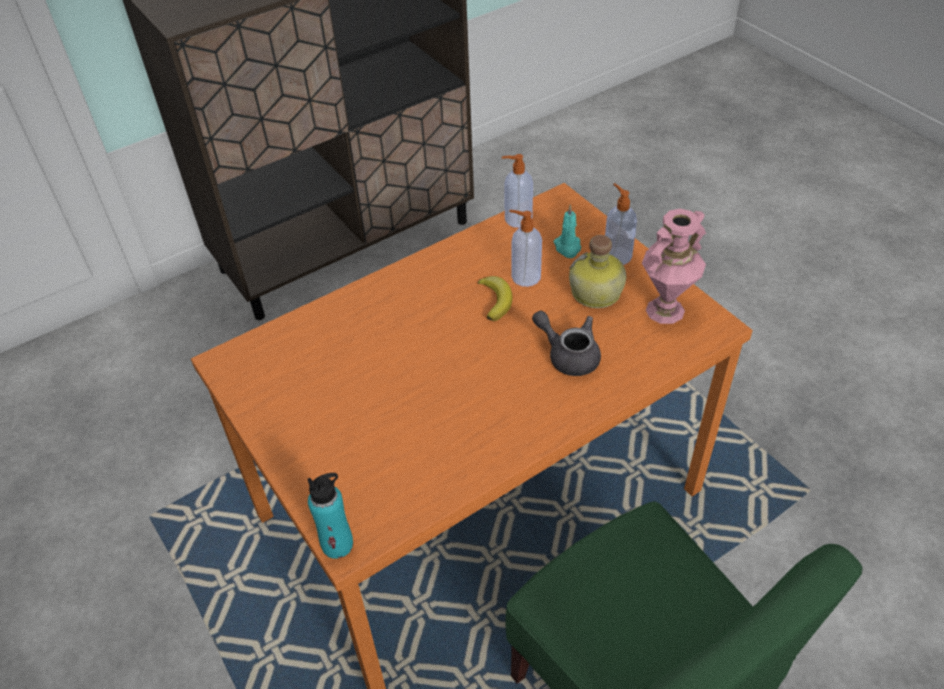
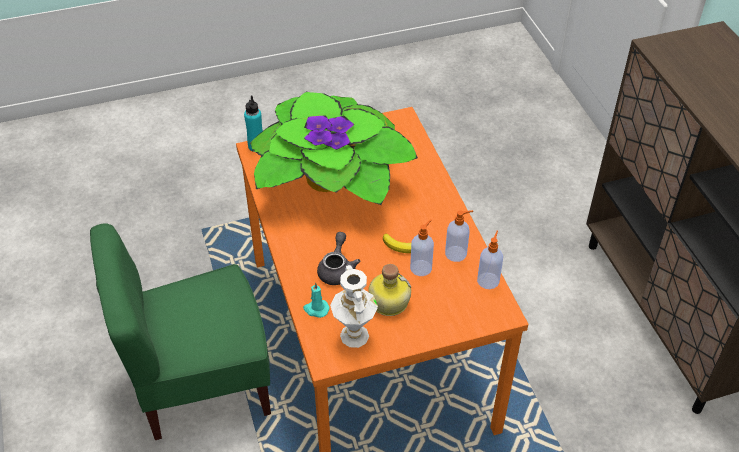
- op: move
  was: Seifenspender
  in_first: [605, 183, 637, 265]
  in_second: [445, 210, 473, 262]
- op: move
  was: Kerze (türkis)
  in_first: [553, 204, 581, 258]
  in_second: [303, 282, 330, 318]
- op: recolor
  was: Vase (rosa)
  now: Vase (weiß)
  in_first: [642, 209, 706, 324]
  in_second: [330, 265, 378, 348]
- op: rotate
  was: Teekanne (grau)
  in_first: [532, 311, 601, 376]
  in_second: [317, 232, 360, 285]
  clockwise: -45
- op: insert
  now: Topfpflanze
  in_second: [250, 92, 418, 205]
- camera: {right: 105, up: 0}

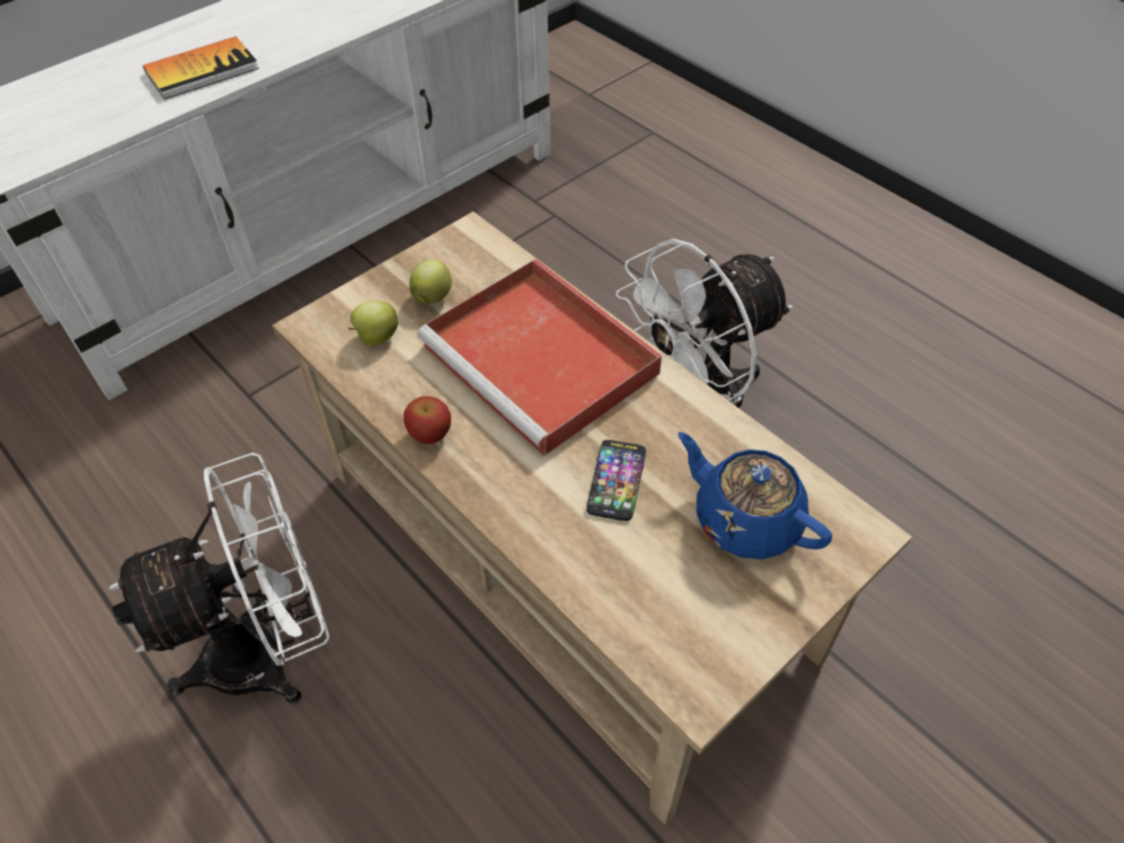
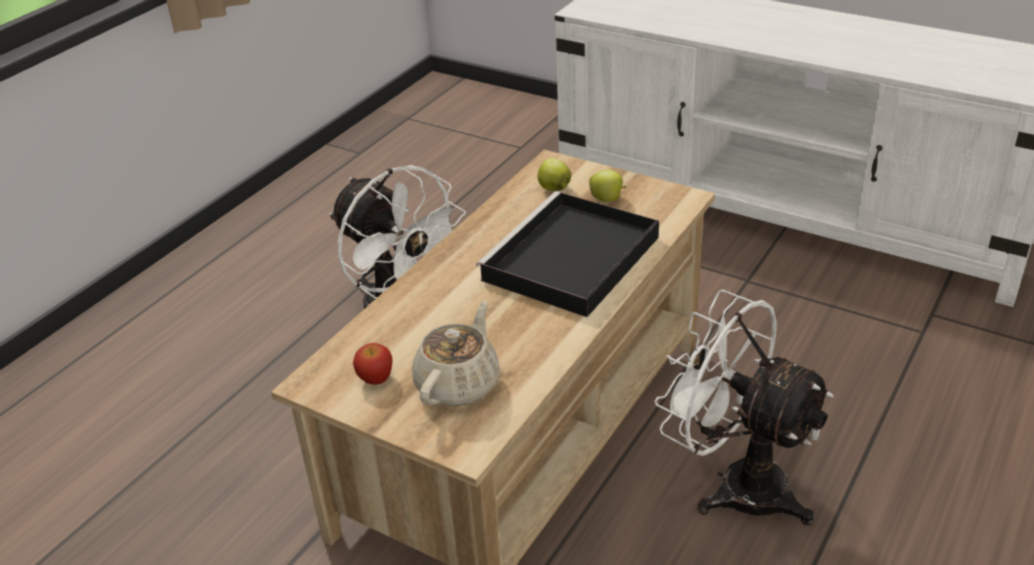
- op: delete
  was: Buch
  in_first: [143, 36, 259, 100]
- op: recolor
  was: Tablett (rot)
  now: Tablett (schwarz)
  in_first: [417, 259, 662, 456]
  in_second: [476, 191, 659, 317]
- op: move
  was: Apfel
  in_first: [404, 396, 451, 444]
  in_second: [353, 343, 393, 385]
- op: recolor
  was: Teekanne (blau)
  now: Teekanne (beige)
  in_first: [678, 432, 832, 559]
  in_second: [412, 300, 500, 406]
- op: delete
  was: Handy
  in_first: [586, 440, 646, 521]
- camera: {right: 75, up: -15}

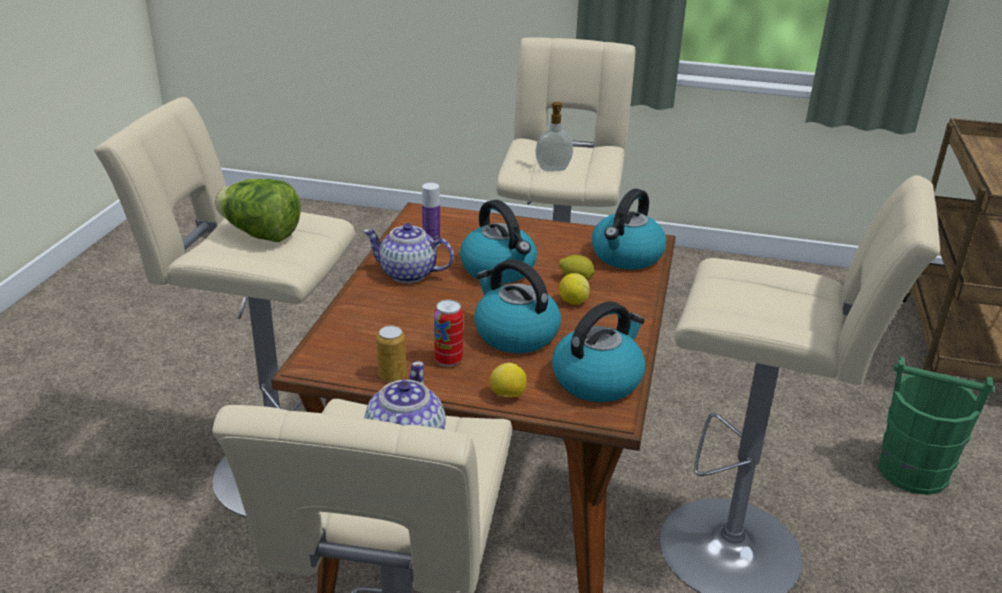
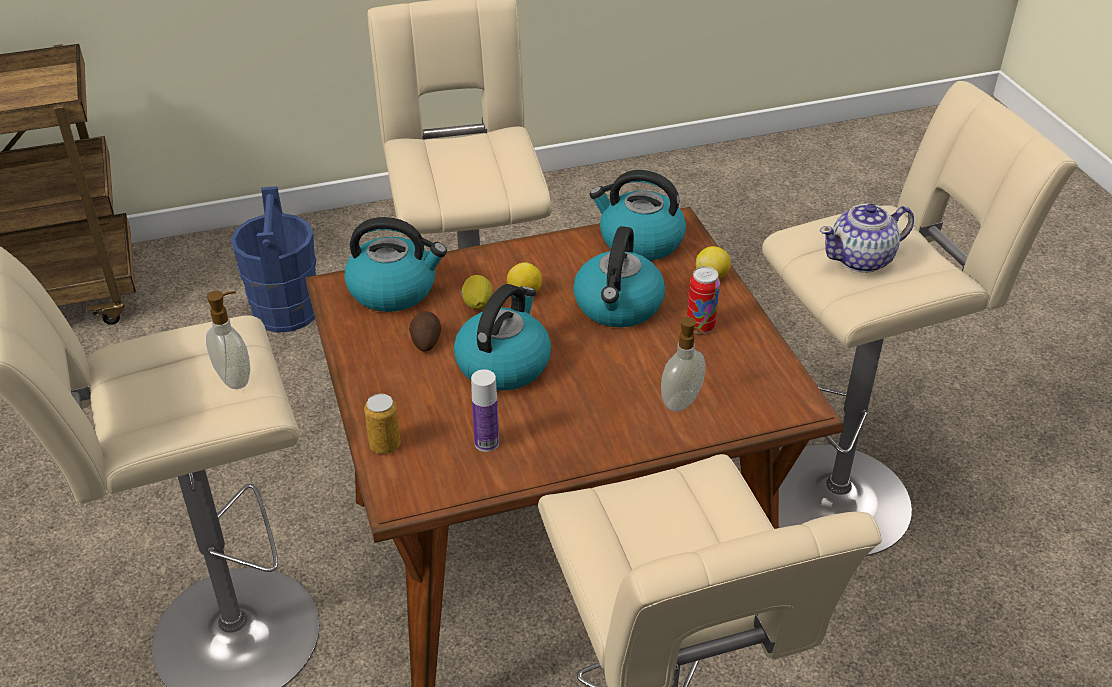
- op: delete
  was: Salatkopf
  in_first: [215, 179, 301, 242]
- op: delete
  was: Teekanne
  in_first: [363, 223, 454, 283]
- op: move
  was: Dose
  in_first: [376, 326, 406, 382]
  in_second: [364, 394, 401, 454]
- op: recolor
  was: Eimer (grün)
  now: Eimer (blau)
  in_first: [878, 356, 994, 495]
  in_second: [230, 186, 316, 333]
- op: insert
  now: Kartoffel
  in_second: [409, 311, 441, 352]
- op: insert
  now: Seifenspender
  in_second: [661, 317, 706, 412]
- camera: {right: -120, up: 10}

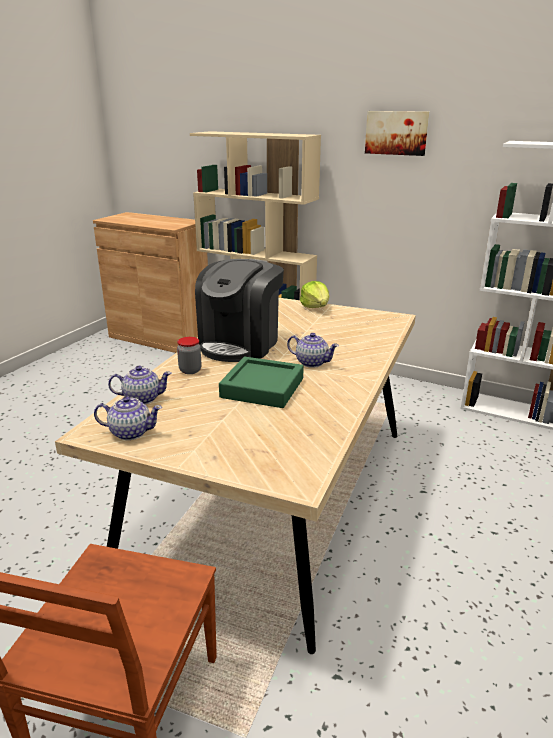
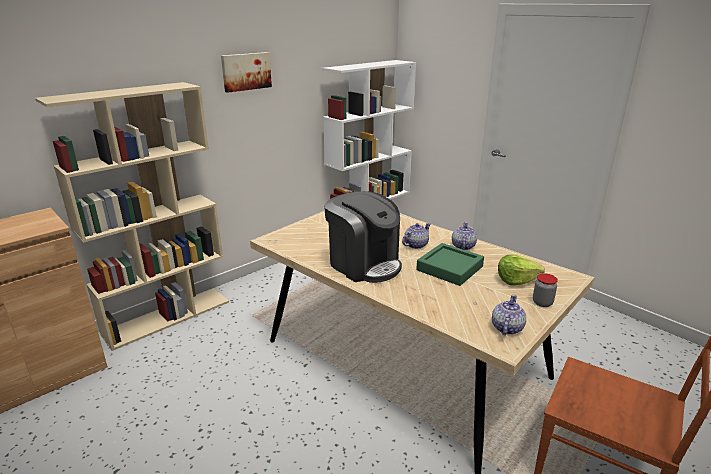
- op: move
  was: Salatkopf
  in_first: [300, 281, 329, 308]
  in_second: [498, 255, 545, 286]
- op: move
  was: Vorratsglas
  in_first: [177, 337, 202, 374]
  in_second: [533, 273, 558, 307]
- op: move
  was: Teekanne
  in_first: [108, 366, 172, 404]
  in_second: [452, 222, 477, 250]
- camera: {right: -70, up: 0}

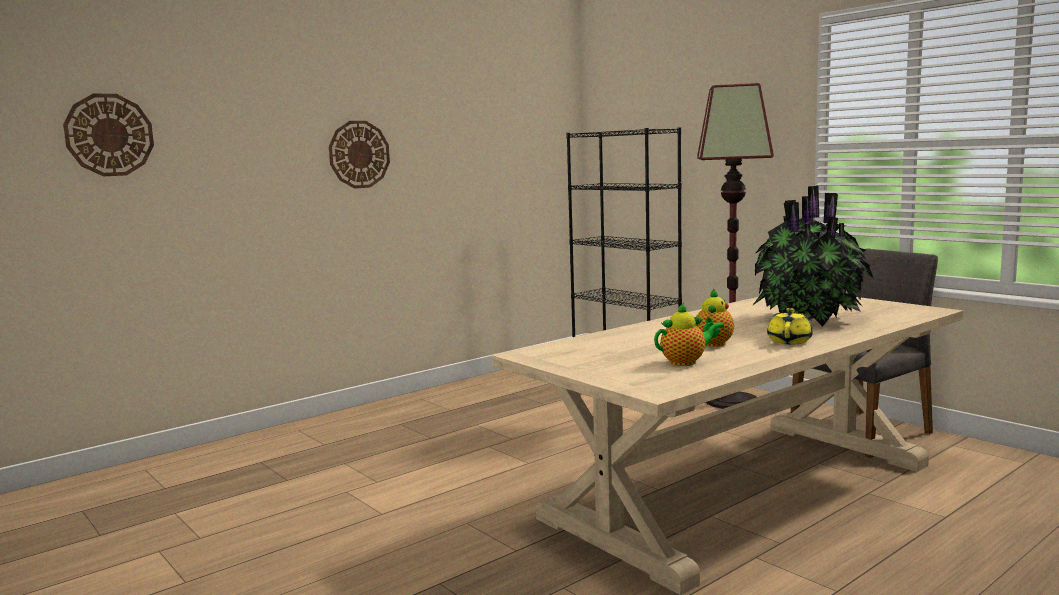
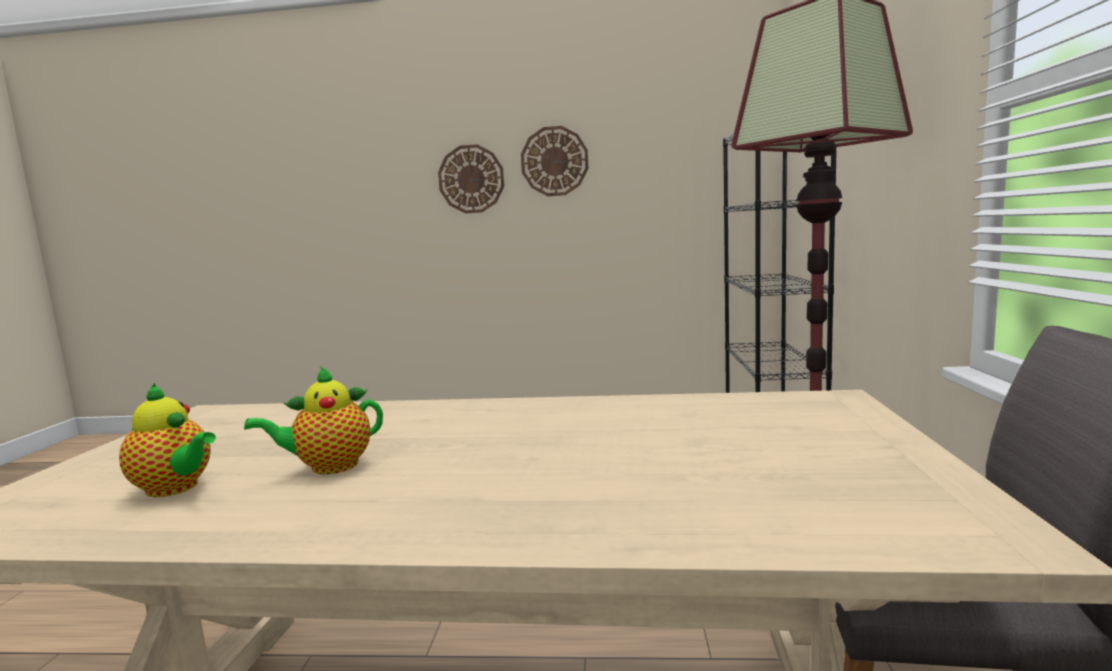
- op: move
  was: Wanduhr
  in_first: [63, 94, 154, 176]
  in_second: [521, 126, 589, 196]
- op: delete
  was: Topfpflanze
  in_first: [752, 186, 873, 327]
- op: delete
  was: Teekanne (gelb)
  in_first: [767, 308, 813, 345]
- camera: {right: 45, up: 0}

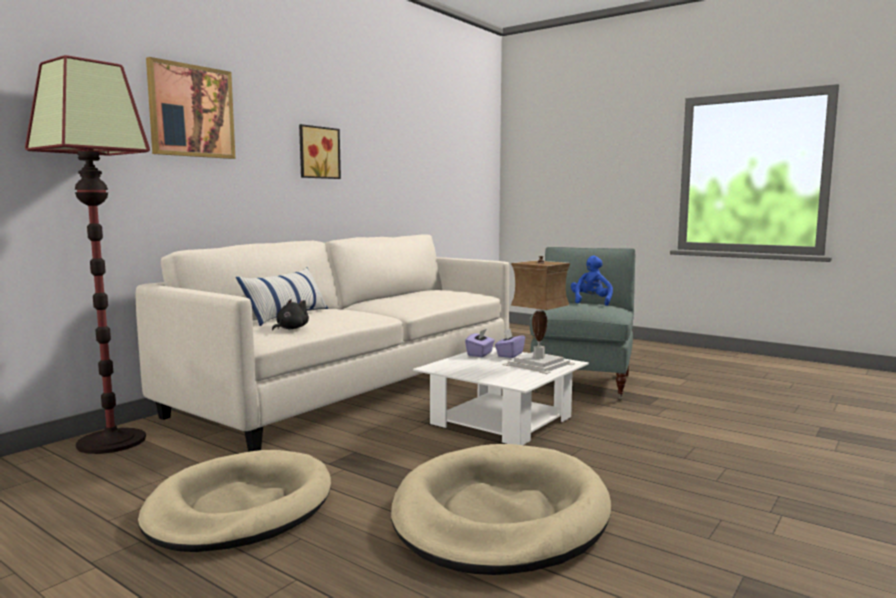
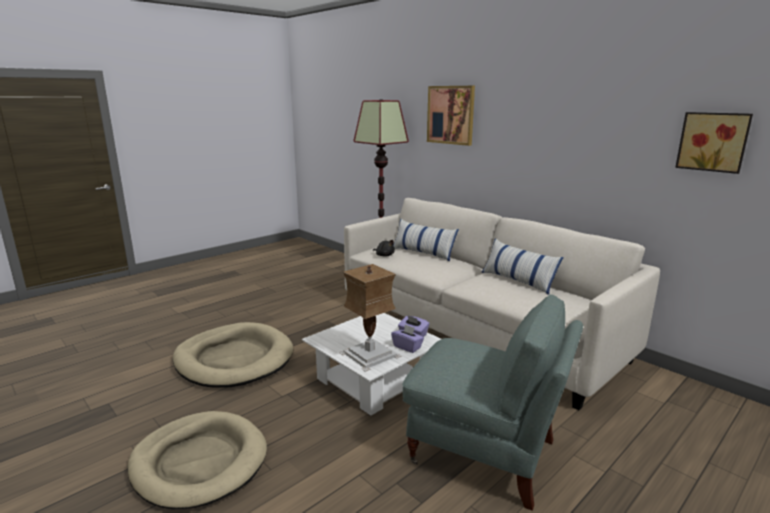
- op: move
  was: Bild
  in_first: [299, 124, 341, 179]
  in_second: [675, 112, 753, 174]
- op: delete
  was: Plüschtier (blau)
  in_first: [571, 256, 613, 306]
- op: move
  was: Hundebett (beige)
  in_first: [138, 450, 331, 552]
  in_second: [128, 411, 267, 509]
- op: insert
  now: Kissen
  in_second: [481, 239, 564, 295]
- camera: {right: 100, up: 10}

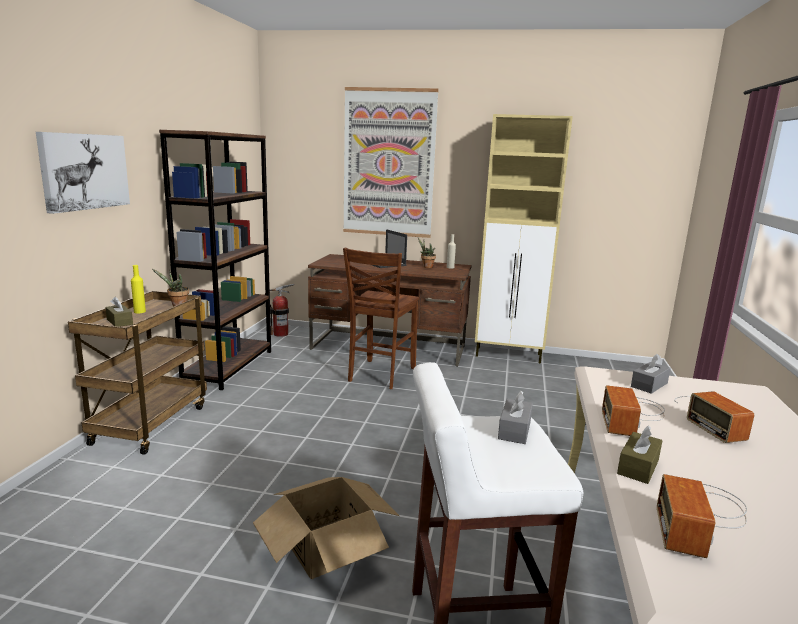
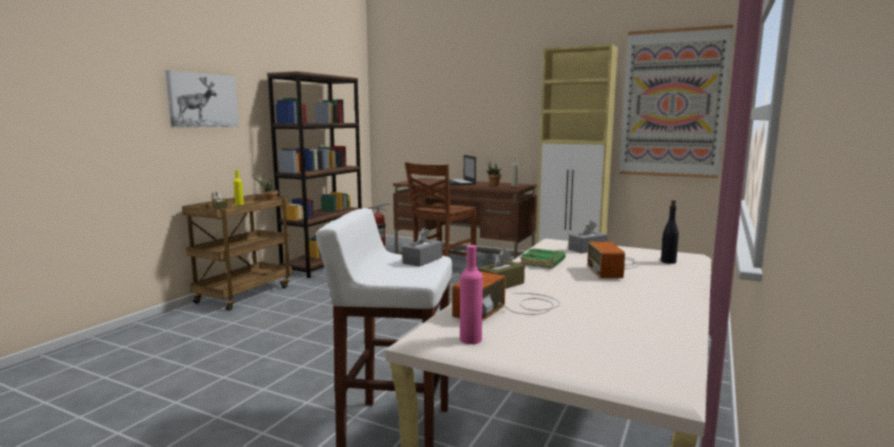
- op: move
  was: Bild
  in_first: [343, 87, 439, 238]
  in_second: [619, 24, 733, 178]
- op: replace
  was: Radio
  now: Buch (grün)
  in_first: [602, 385, 665, 436]
  in_second: [520, 248, 566, 268]
- op: delete
  was: Karton
  in_first: [253, 477, 399, 579]
- op: insert
  now: Flasche (schwarz)
  in_second: [661, 200, 679, 264]
- op: insert
  now: Flasche (rosa)
  in_second: [460, 245, 483, 344]
- camera: {right: 15, up: -5}

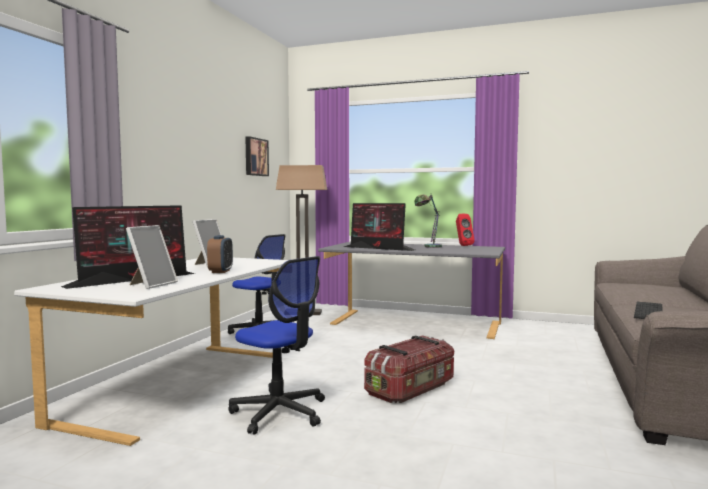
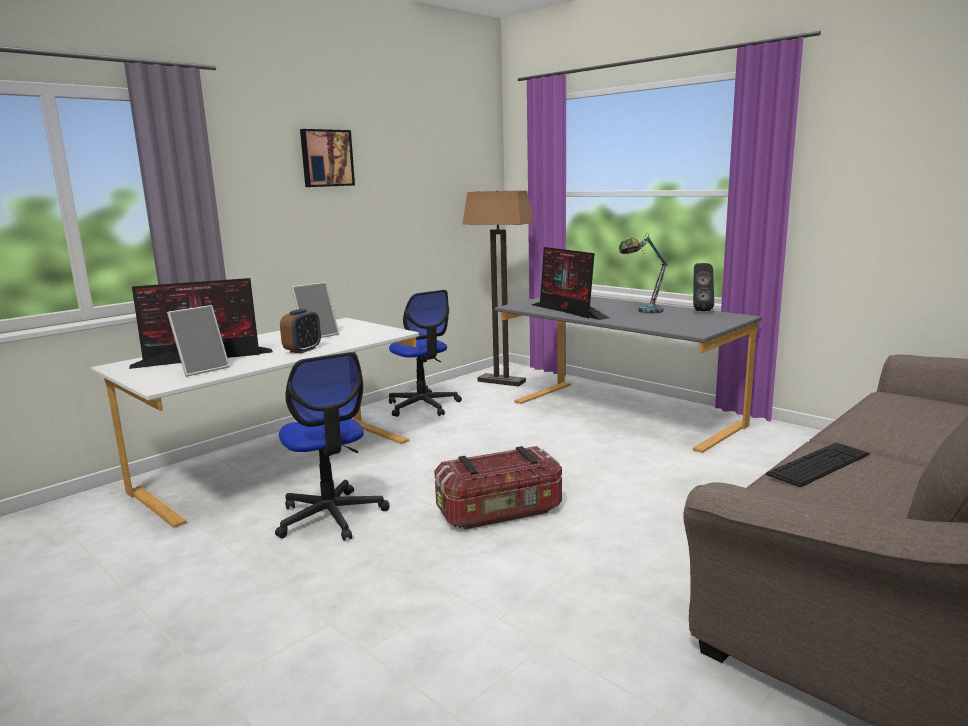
- op: move
  was: Bild
  in_first: [246, 136, 269, 176]
  in_second: [300, 129, 355, 187]
- op: recolor
  was: Lautsprecher (rot)
  now: Lautsprecher (schwarz)
  in_first: [456, 214, 475, 246]
  in_second: [693, 263, 714, 311]
- camera: {right: 25, up: 10}

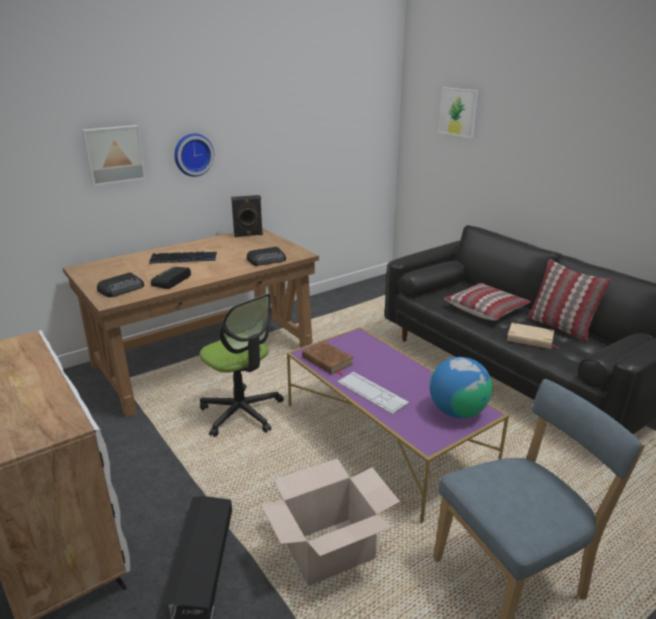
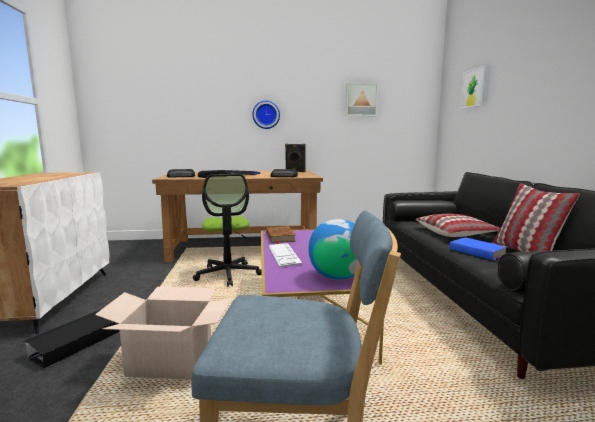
- op: move
  was: Bild
  in_first: [82, 125, 146, 186]
  in_second: [345, 83, 378, 116]
- op: recolor
  was: Buch (beige)
  now: Buch (blau)
  in_first: [507, 323, 560, 349]
  in_second: [449, 237, 507, 260]
- camera: {right: 30, up: -15}

